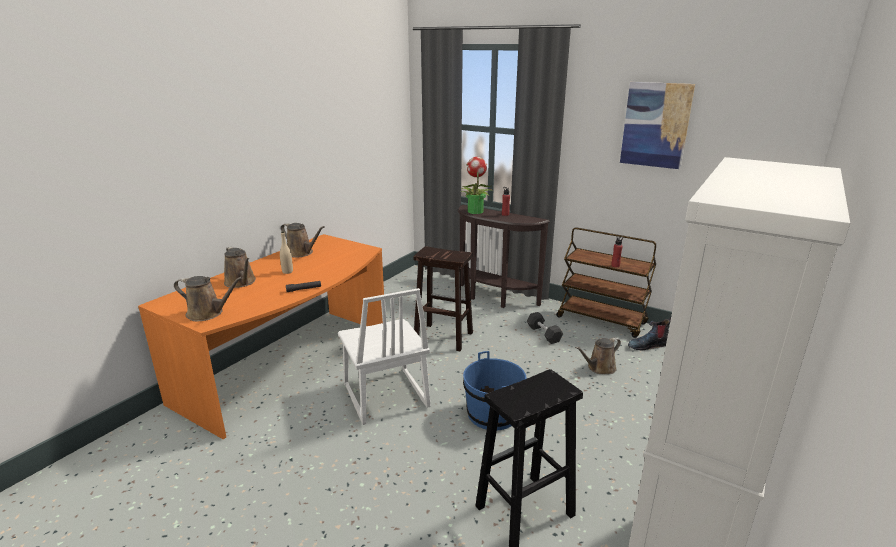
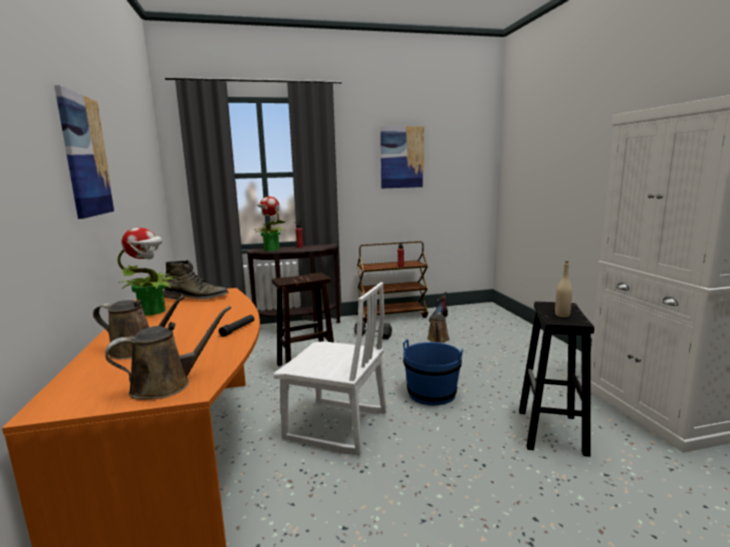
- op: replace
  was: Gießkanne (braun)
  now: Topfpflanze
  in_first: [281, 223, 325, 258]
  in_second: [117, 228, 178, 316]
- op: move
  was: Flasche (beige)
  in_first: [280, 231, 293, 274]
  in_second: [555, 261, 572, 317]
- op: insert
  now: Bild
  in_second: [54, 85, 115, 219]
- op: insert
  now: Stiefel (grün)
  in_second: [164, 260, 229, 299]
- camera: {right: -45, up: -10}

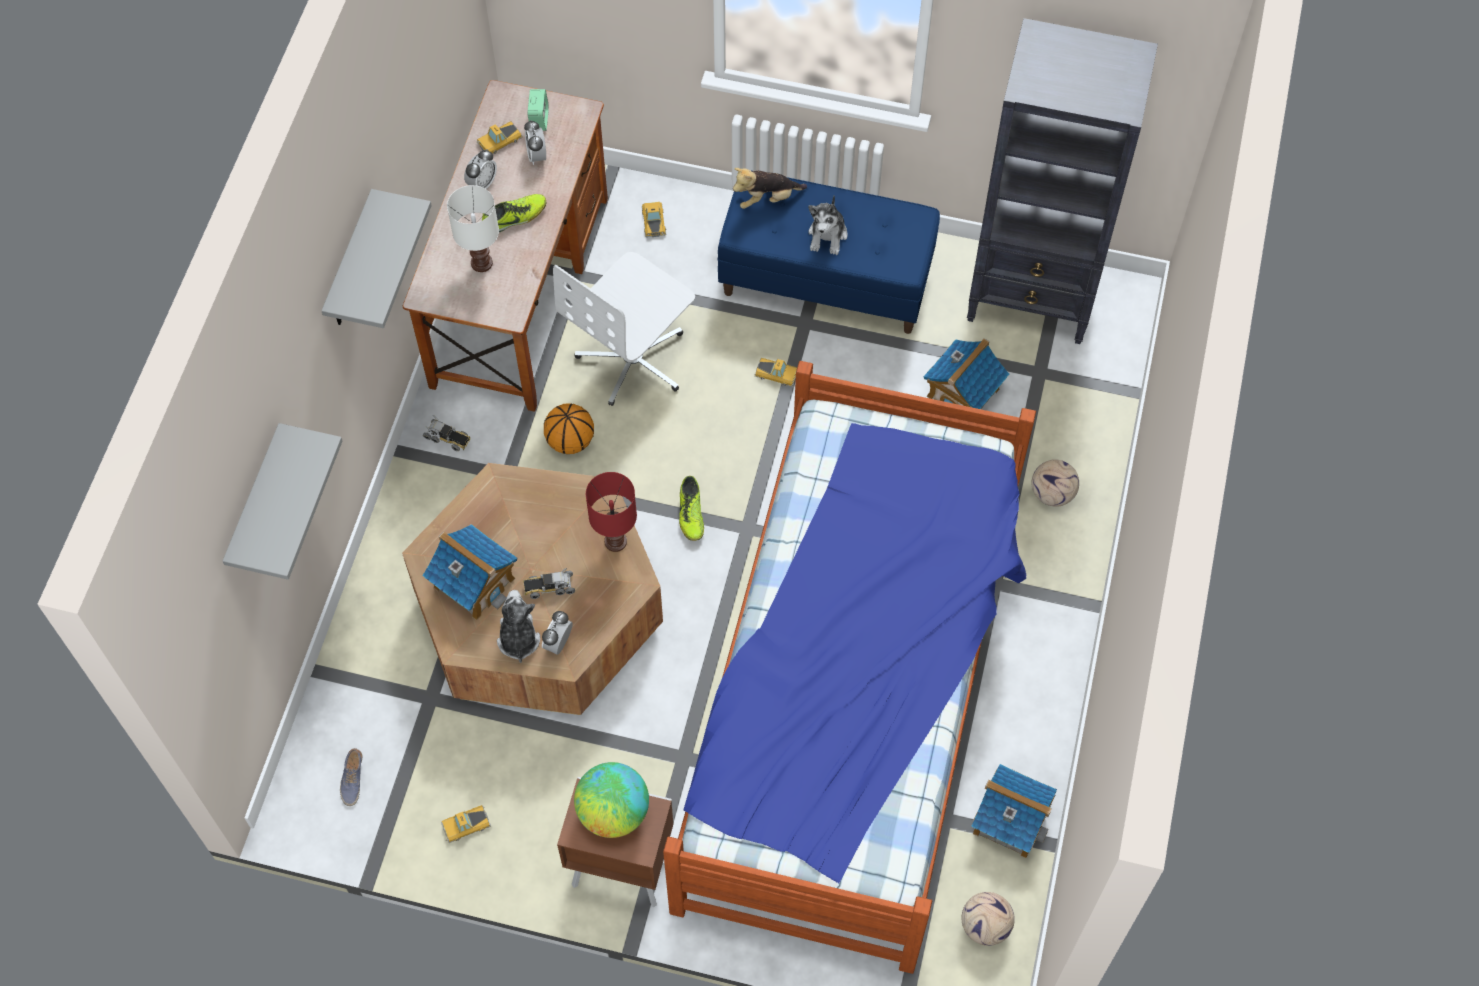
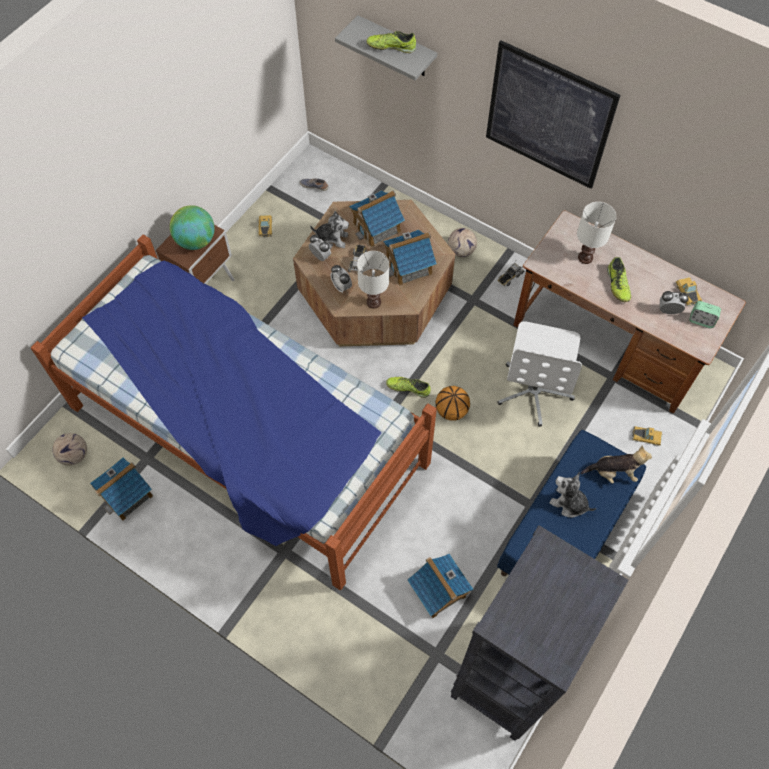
- op: move
  was: Wecker
  in_first: [464, 149, 497, 189]
  in_second: [331, 265, 352, 293]
- op: rotate
  was: Plüschtier
  in_first: [733, 168, 807, 209]
  in_second: [581, 446, 652, 484]
  clockwise: 90
- op: replace
  was: Wandregal (grau)
  now: Bild
  in_first: [321, 189, 432, 328]
  in_second: [486, 40, 620, 189]
- op: rotate
  was: Bürostuhl (weiß)
  in_first: [553, 252, 695, 406]
  in_second: [497, 321, 582, 427]
  clockwise: -135
- op: delete
  was: Spielzeugauto
  in_first: [755, 358, 797, 387]
- op: move
  was: Basketball
  in_first: [544, 403, 594, 454]
  in_second: [435, 386, 470, 421]
- op: move
  was: Fußball
  in_first: [1031, 459, 1079, 507]
  in_second: [448, 228, 477, 257]
- op: recolor
  was: Tischlampe (rot)
  now: Tischlampe (weiß)
  in_first: [586, 472, 637, 552]
  in_second: [357, 251, 389, 309]
- op: insert
  now: Schuh
  in_second: [366, 31, 416, 53]
- op: insert
  now: Spielzeughaus
  in_second: [383, 230, 437, 286]
- camera: {right: 110, up: 0}

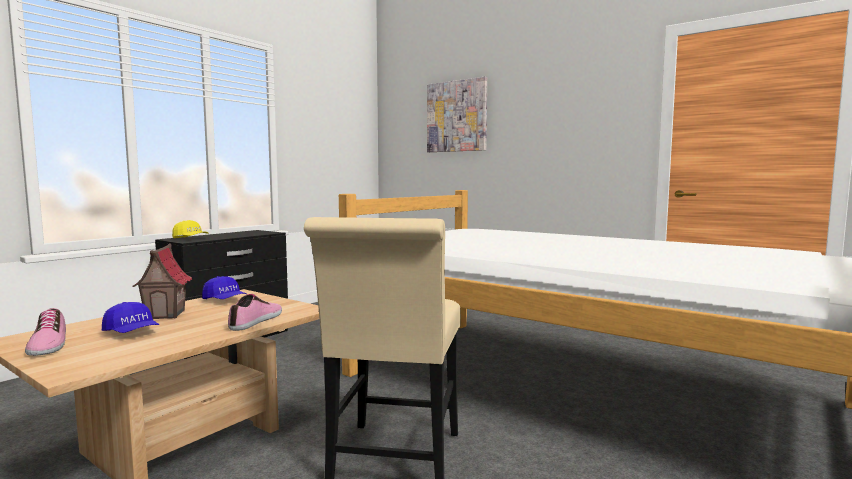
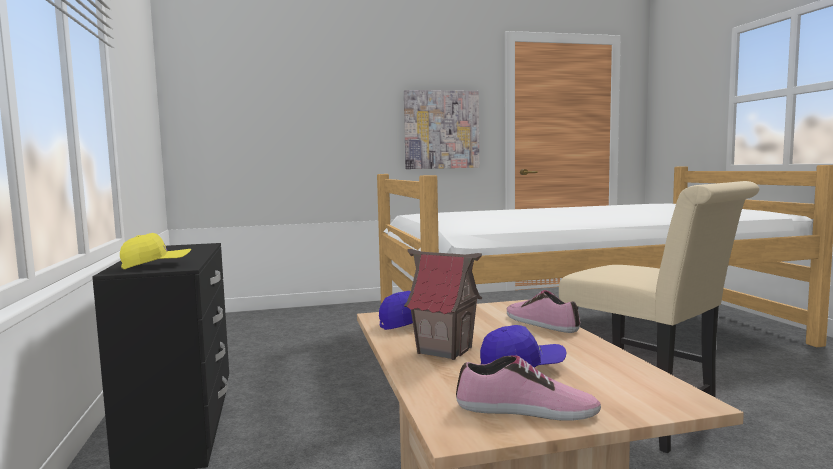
- op: move
  was: Bild
  in_first: [427, 77, 487, 152]
  in_second: [404, 90, 479, 169]
- camera: {right: -50, up: 0}

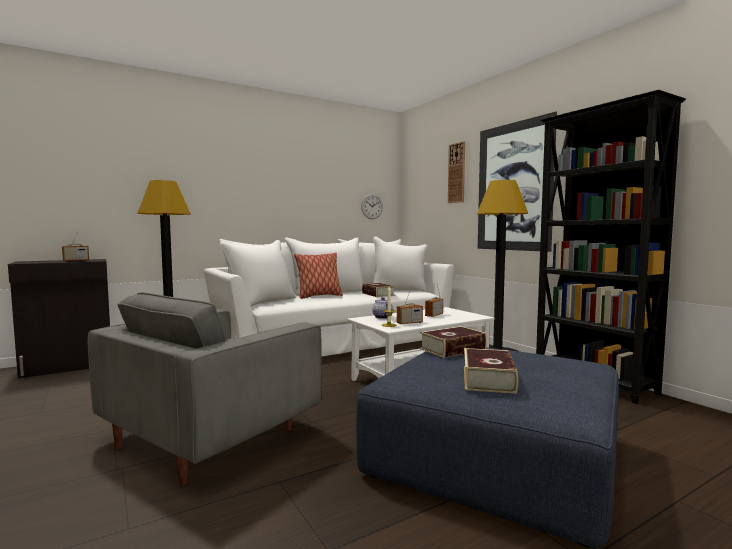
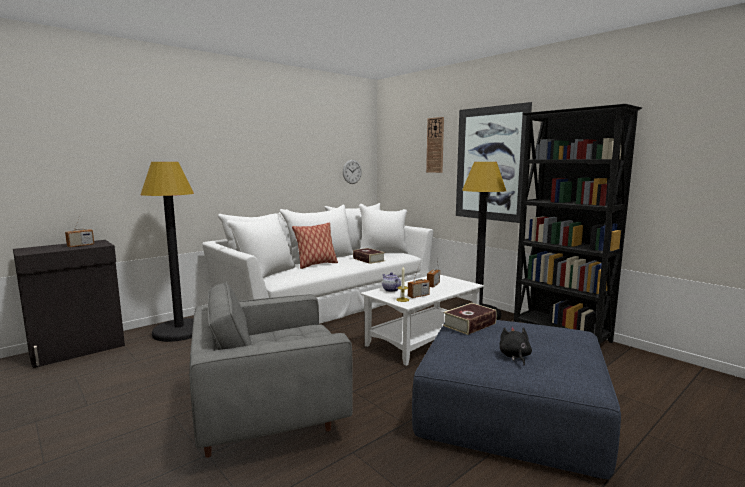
- op: rotate
  was: Sessel (grau)
  in_first: [87, 292, 322, 486]
  in_second: [189, 281, 353, 458]
  clockwise: 45
- op: replace
  was: Buch
  now: Plüschtier (schwarz)
  in_first: [464, 348, 518, 394]
  in_second: [500, 327, 532, 365]
- camera: {right: -10, up: 5}

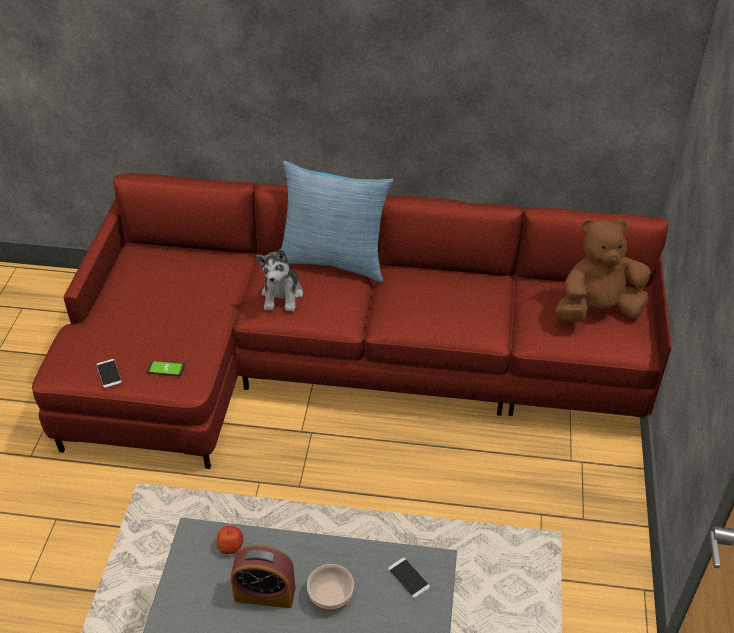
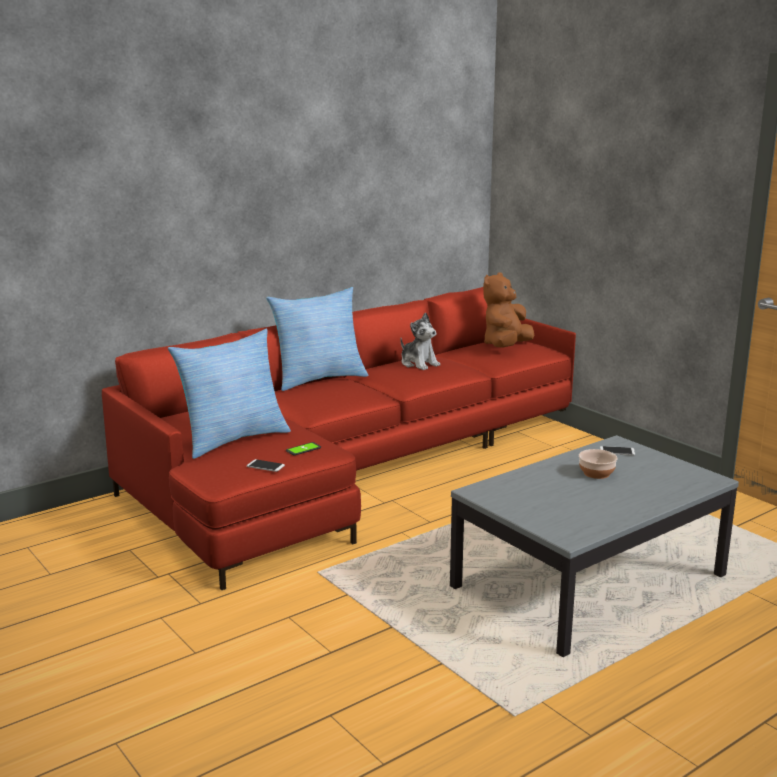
- op: move
  was: Plüschtier
  in_first: [256, 249, 303, 312]
  in_second: [400, 312, 440, 370]
- op: delete
  was: Apfel
  in_first: [217, 526, 243, 554]
- op: delete
  was: Wecker
  in_first: [231, 545, 295, 608]
- op: insert
  now: Kissen
  in_second: [168, 329, 291, 459]
- camera: {right: -45, up: -25}

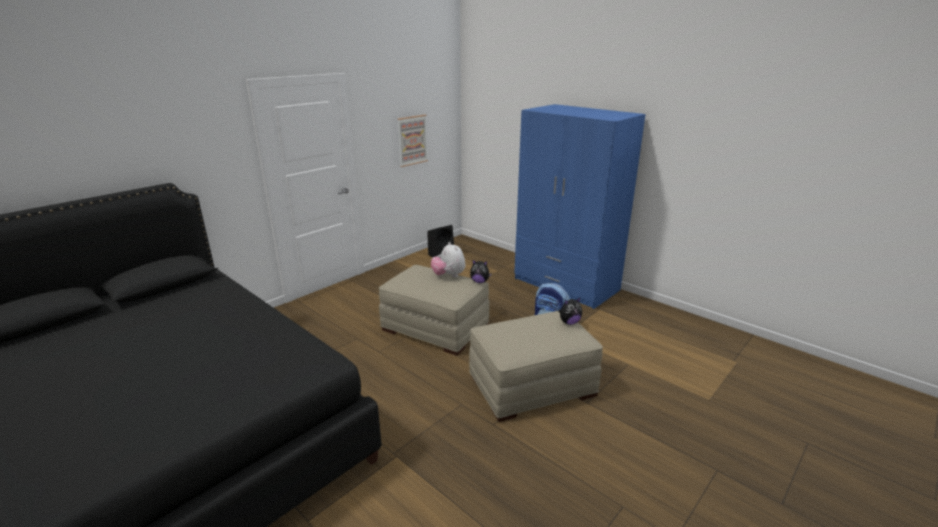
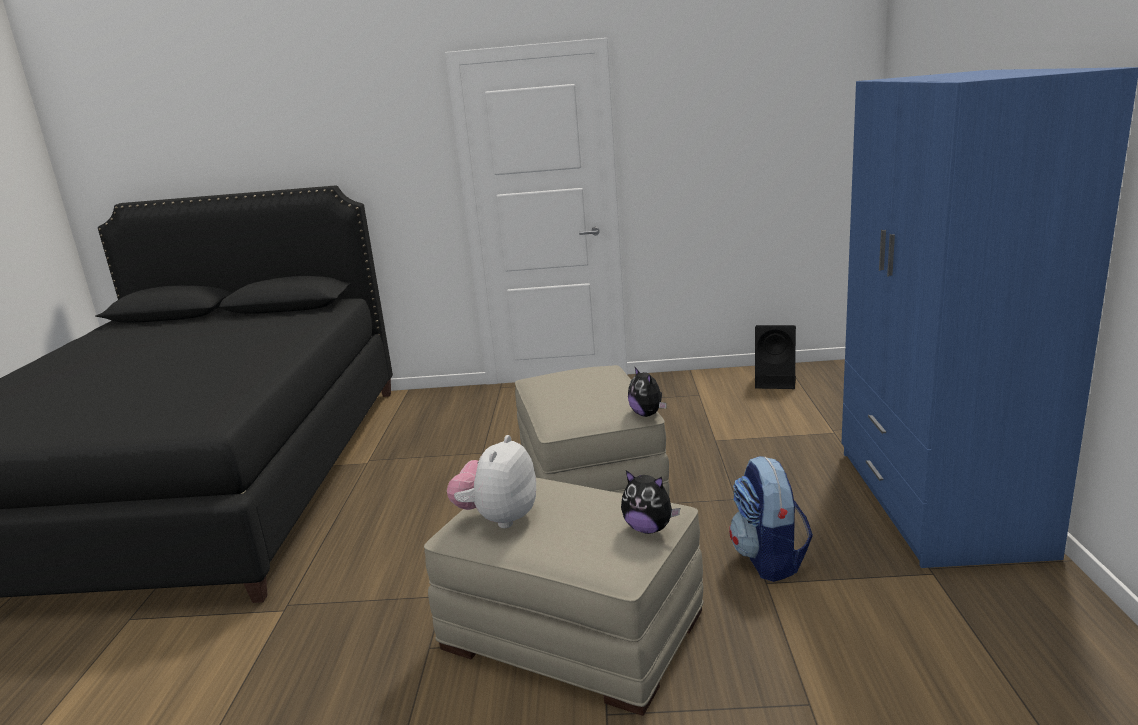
- op: delete
  was: Bild
  in_first: [398, 115, 428, 167]
- op: move
  was: Plüschtier
  in_first: [431, 242, 465, 277]
  in_second: [447, 435, 536, 528]
- camera: {right: 50, up: -5}

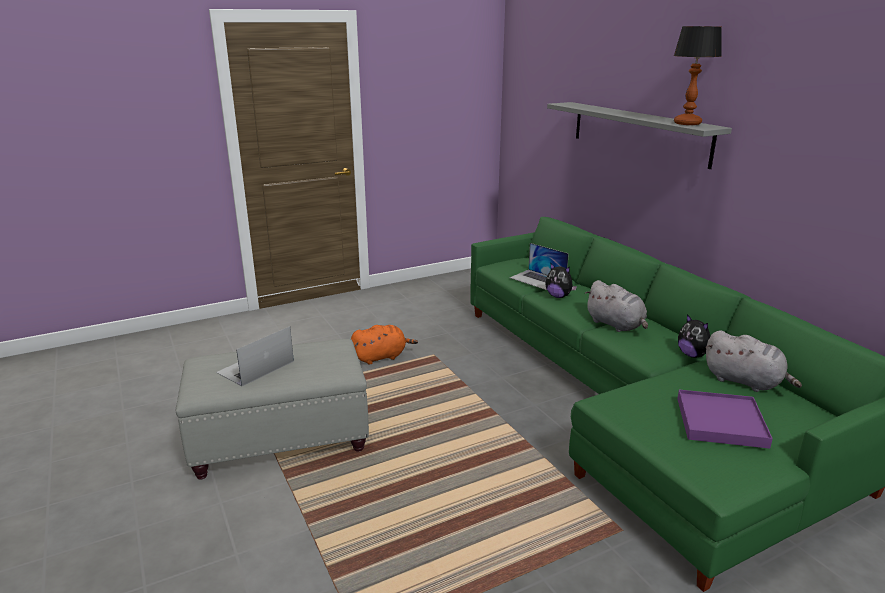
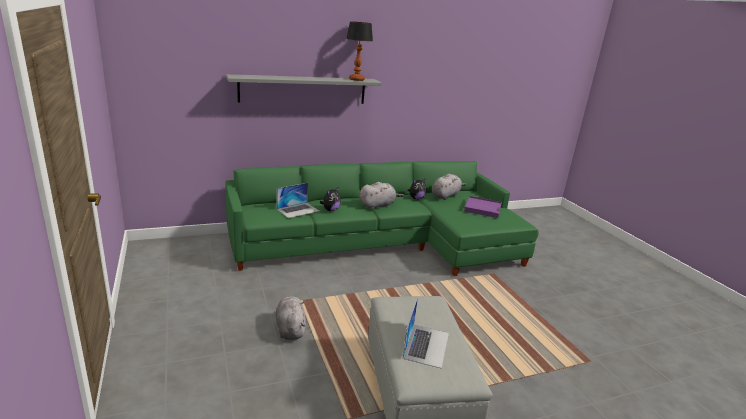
- op: recolor
  was: Plüschtier (orange)
  now: Plüschtier (grau)
  in_first: [351, 325, 418, 365]
  in_second: [276, 296, 306, 340]
- op: rotate
  was: Laptop
  in_first: [216, 326, 294, 386]
  in_second: [403, 297, 449, 369]
  clockwise: -120
- camera: {right: -85, up: 0}

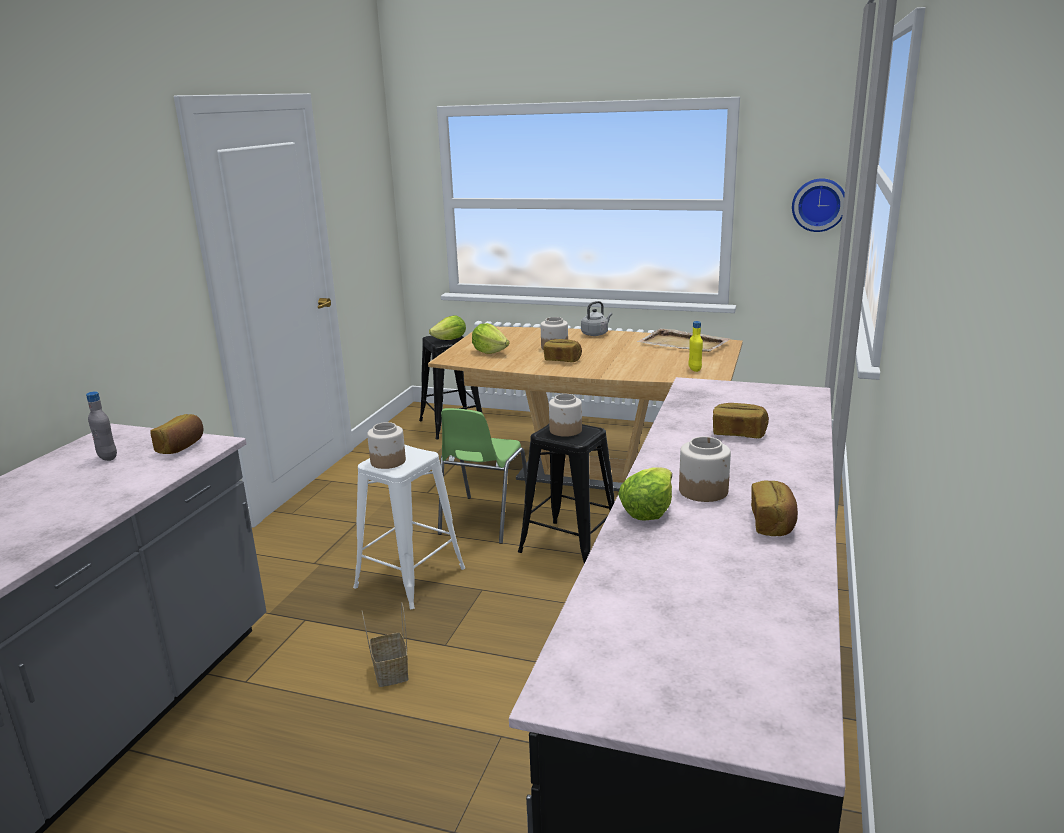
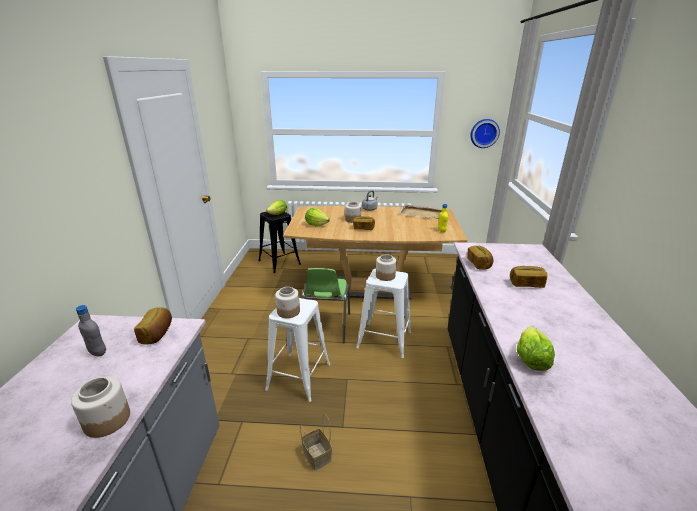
- op: recolor
  was: Hocker (schwarz)
  now: Hocker (weiß)
  in_first: [518, 424, 615, 563]
  in_second: [356, 269, 411, 358]
- op: move
  was: Vorratsglas
  in_first: [679, 437, 731, 502]
  in_second: [71, 376, 130, 438]
- op: move
  was: Brot
  in_first: [751, 480, 798, 536]
  in_second: [467, 246, 494, 270]
- camera: {right: -15, up: 5}

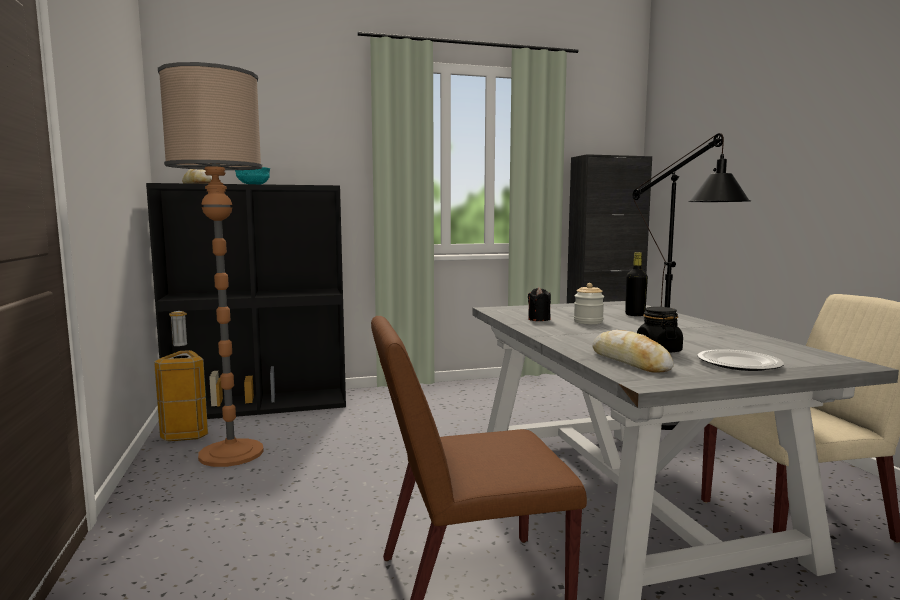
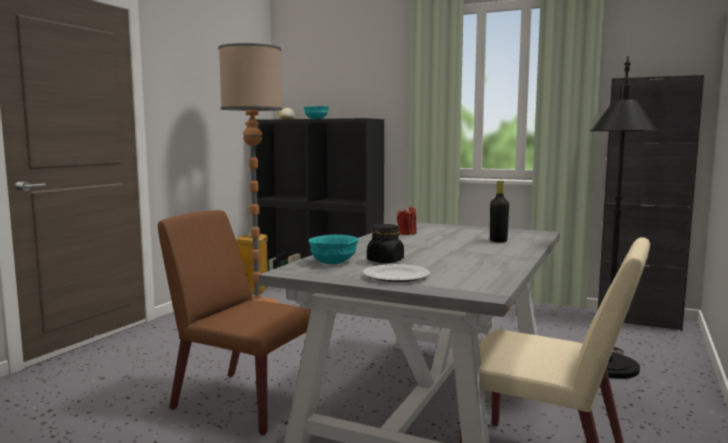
- op: delete
  was: Vorratsglas
  in_first: [574, 283, 604, 324]
- op: recolor
  was: Kerze (schwarz)
  now: Kerze (rot)
  in_first: [528, 287, 551, 321]
  in_second: [397, 206, 417, 235]
- op: replace
  was: Brot
  now: Schüssel (türkis)
  in_first: [593, 330, 673, 373]
  in_second: [308, 235, 359, 264]
- camera: {right: 40, up: 0}

